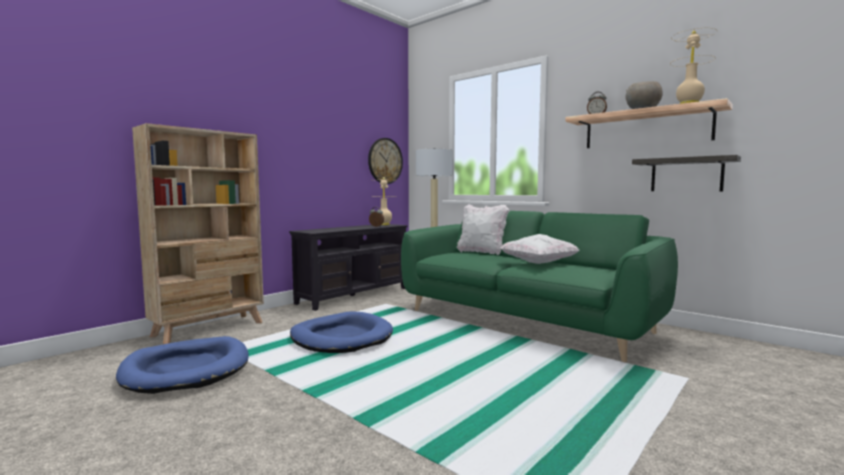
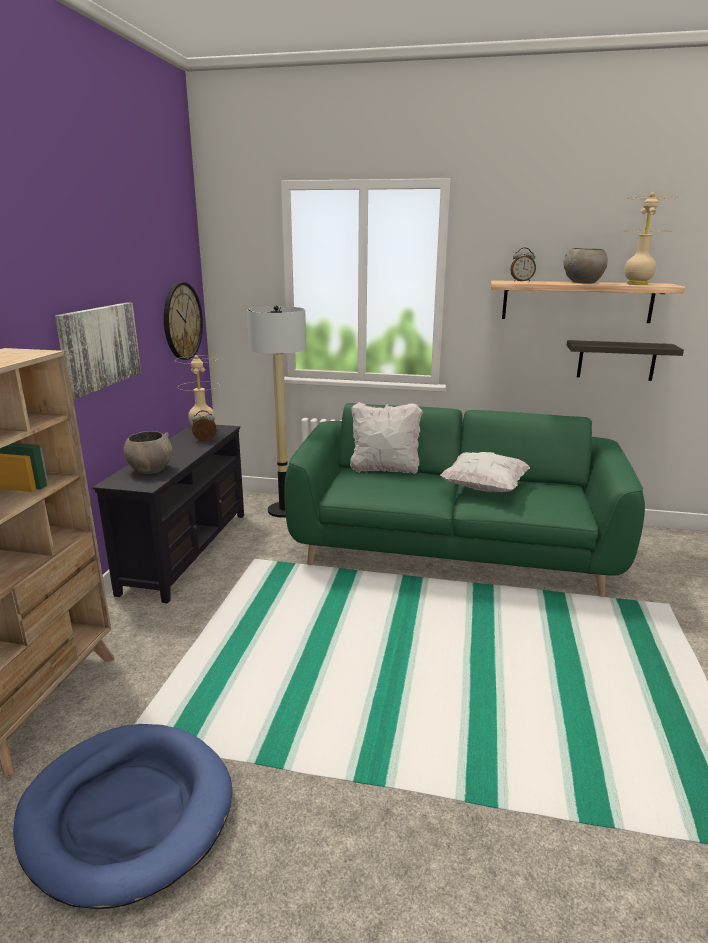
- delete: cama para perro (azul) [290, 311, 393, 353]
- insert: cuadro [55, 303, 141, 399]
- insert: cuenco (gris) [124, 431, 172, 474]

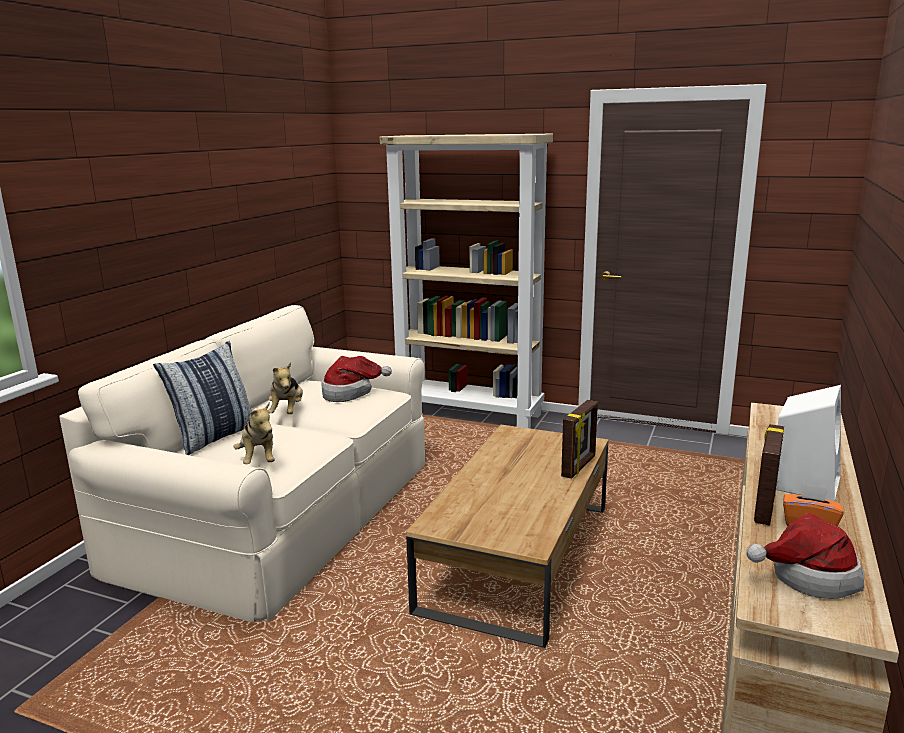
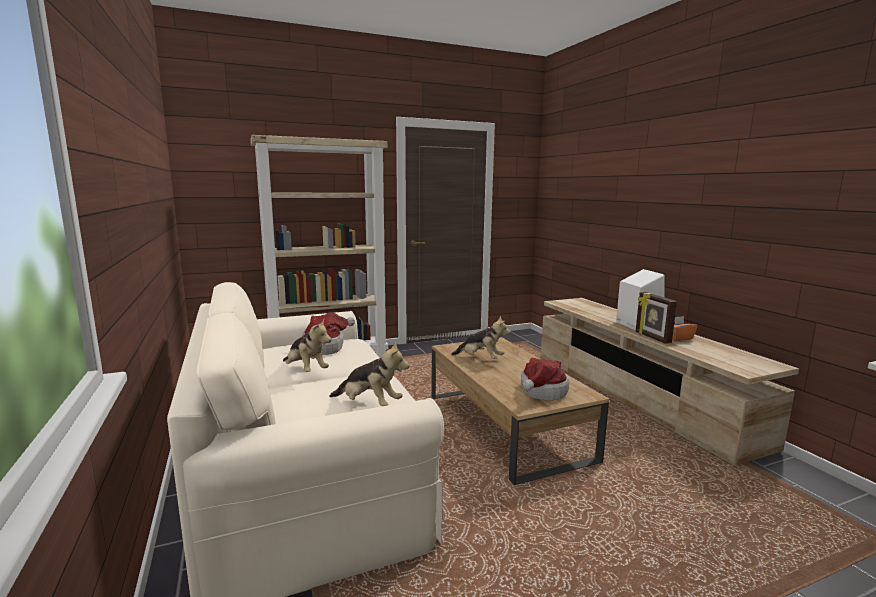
- delete: cojín [153, 341, 252, 455]
- delete: portarretratos [561, 400, 598, 479]
- move: sombrero [746, 513, 865, 599] to [521, 357, 569, 400]
- insert: peluche [451, 316, 510, 359]

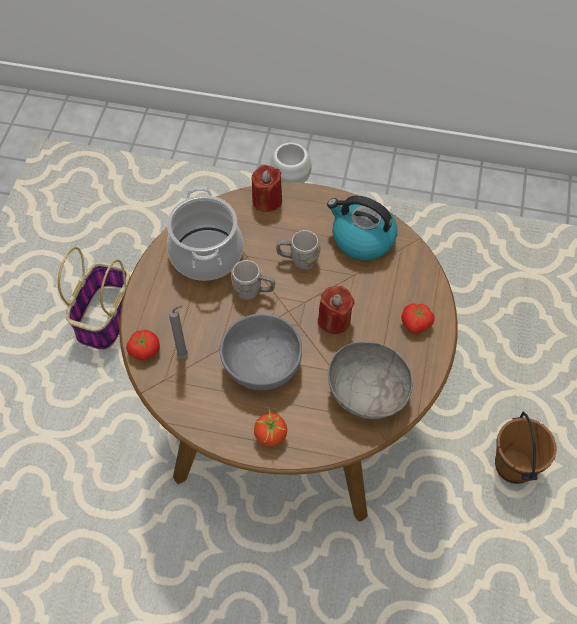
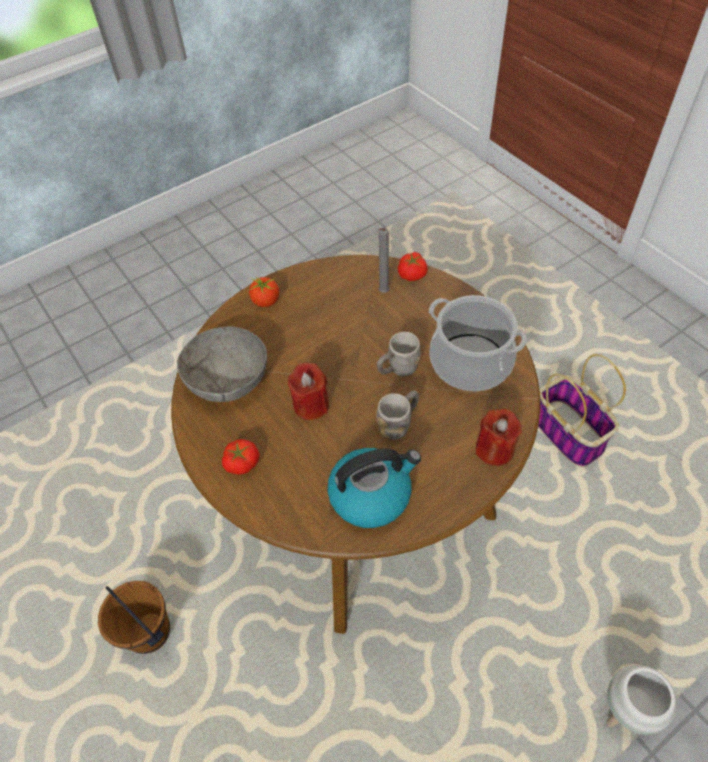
- delete: cuenco (gris) [220, 314, 302, 390]

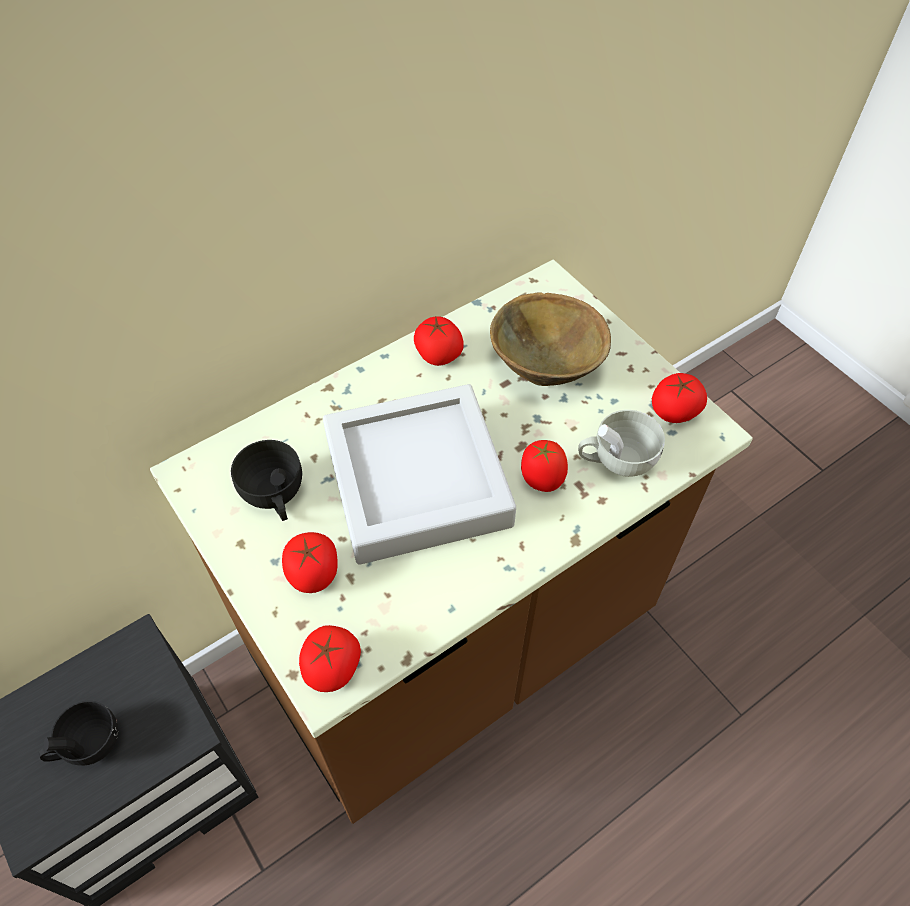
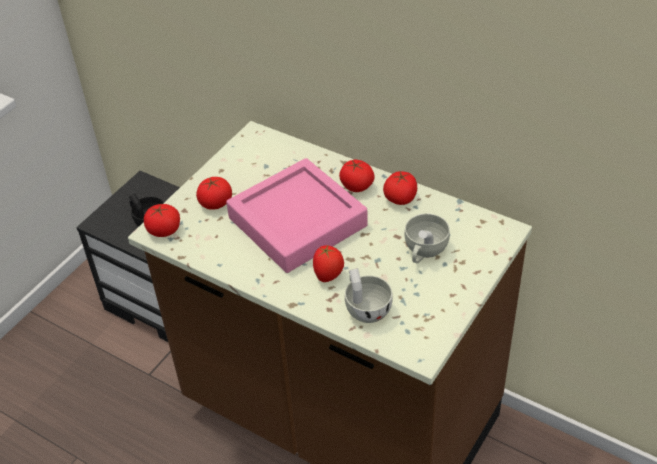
- delete: taza (negro) [231, 440, 302, 521]
- recolor: bandeja (gris) [323, 384, 516, 565] to bandeja (rosa) [226, 158, 368, 273]
- replace: cuenco (marrón) [490, 292, 611, 386] to taza (blanco) [405, 214, 450, 263]
- move: tomate [652, 373, 707, 423] to [339, 160, 374, 192]

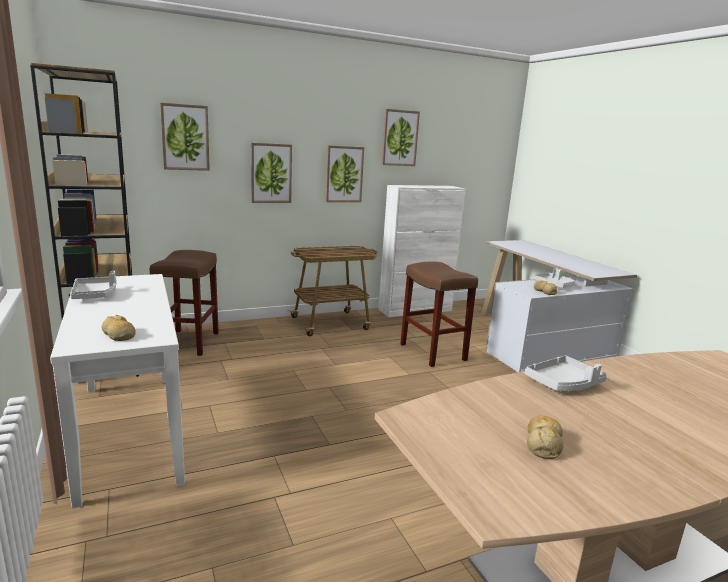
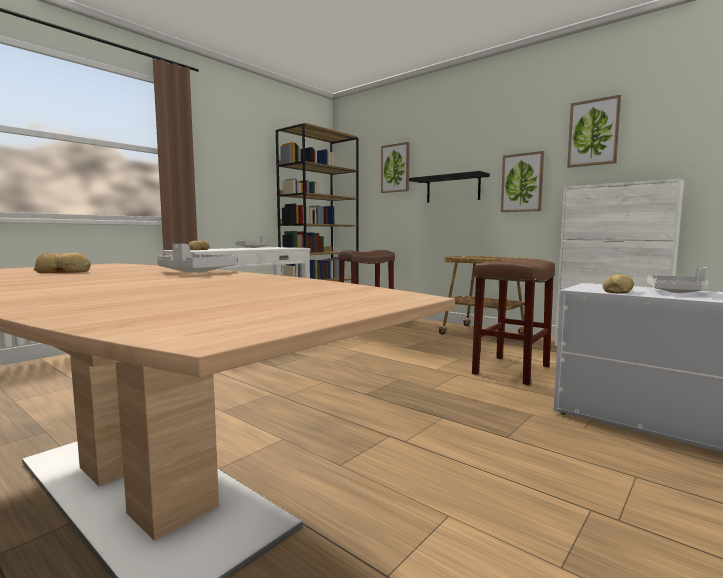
- replace: cuadro [251, 143, 292, 203] to estante (negro) [409, 171, 490, 203]

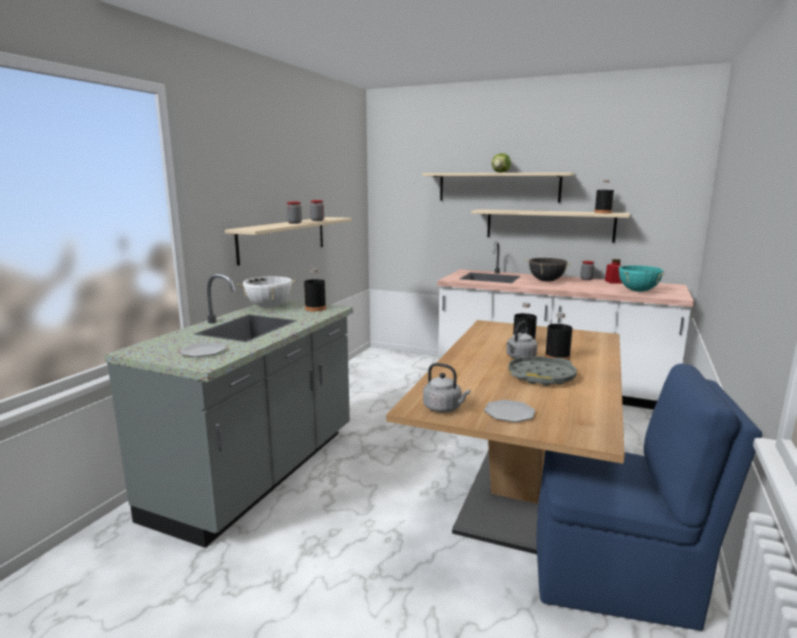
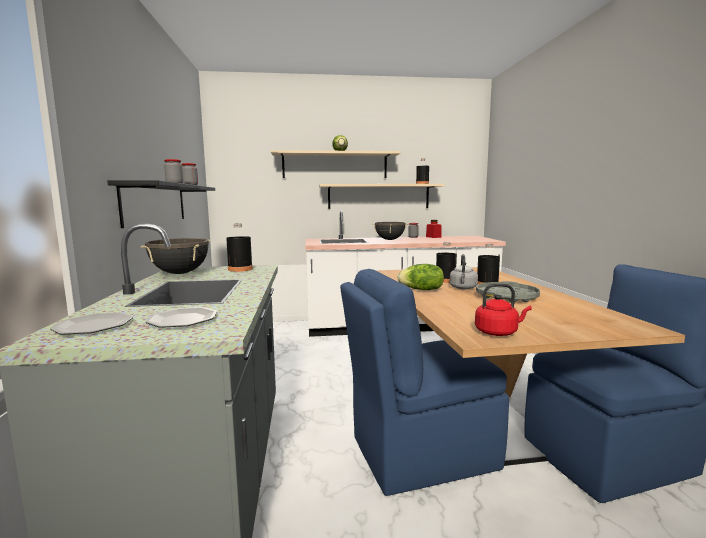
- recolor: estante (beis) [225, 217, 352, 266] to estante (negro) [107, 180, 215, 228]
- recolor: olla (blanco) [237, 276, 298, 308] to olla (negro) [140, 238, 210, 274]
- recolor: hervidor (gris) [423, 363, 471, 412] to hervidor (rojo) [475, 283, 532, 336]
- move: plato [484, 400, 535, 422] to [50, 312, 133, 335]
- delete: olla (turquesa) [618, 265, 665, 292]
- insert: silla (azul) [340, 269, 509, 496]
- insert: lechuga [397, 264, 444, 290]

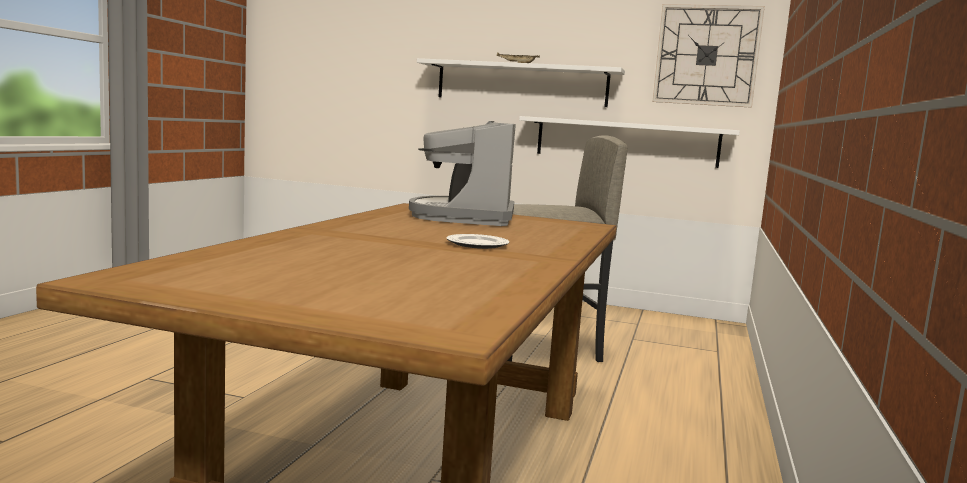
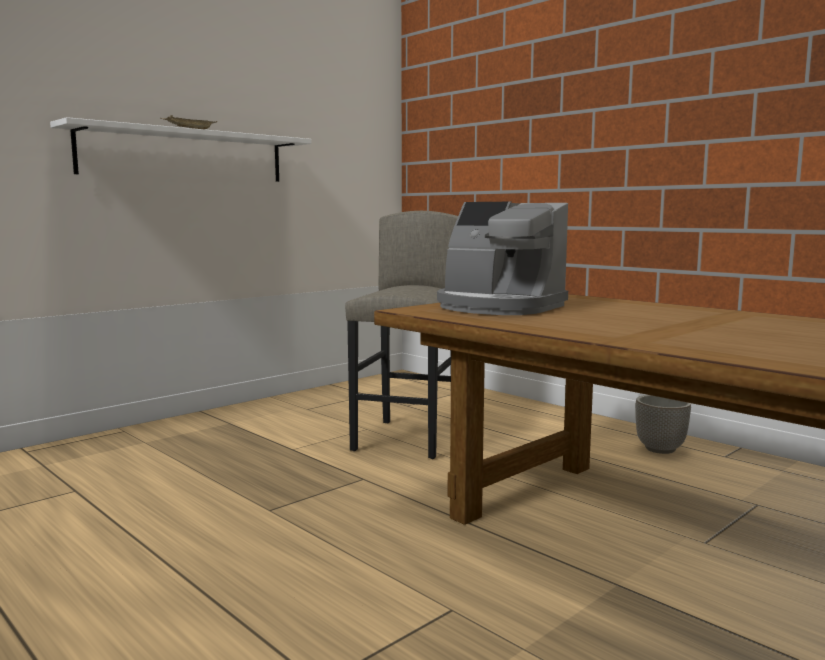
- delete: plato [446, 234, 510, 249]
- delete: estante (blanco) [519, 116, 740, 168]
- delete: reloj de pared [652, 4, 765, 108]
- insert: maceta [636, 395, 691, 454]

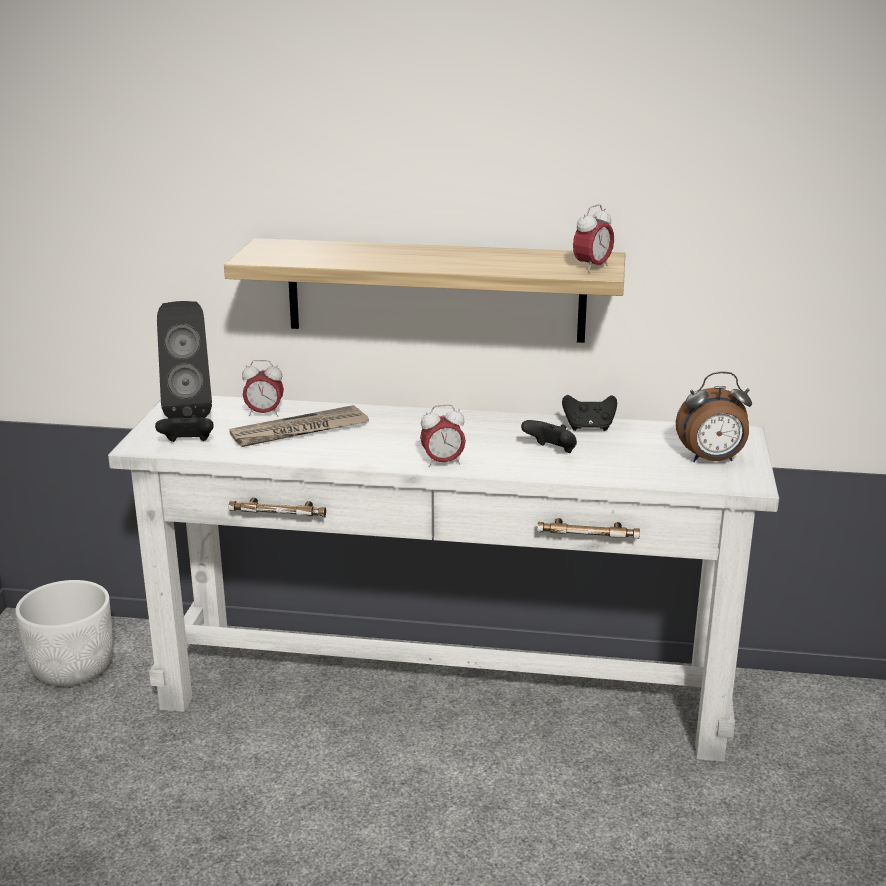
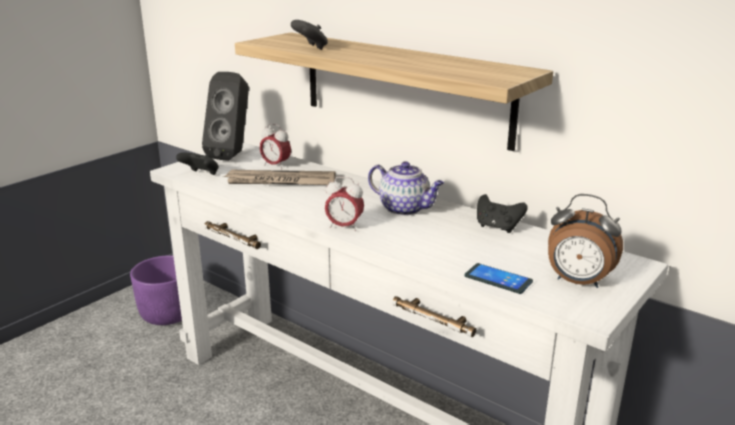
- recolor: maceta (blanco) [16, 580, 113, 686] to maceta (morado) [130, 255, 182, 325]
- move: mando de consola (negro) [521, 420, 577, 453] to [291, 20, 328, 50]
- delete: despertador [573, 204, 614, 272]
- insert: tetera [368, 161, 444, 216]
- insert: móvil [464, 263, 533, 294]

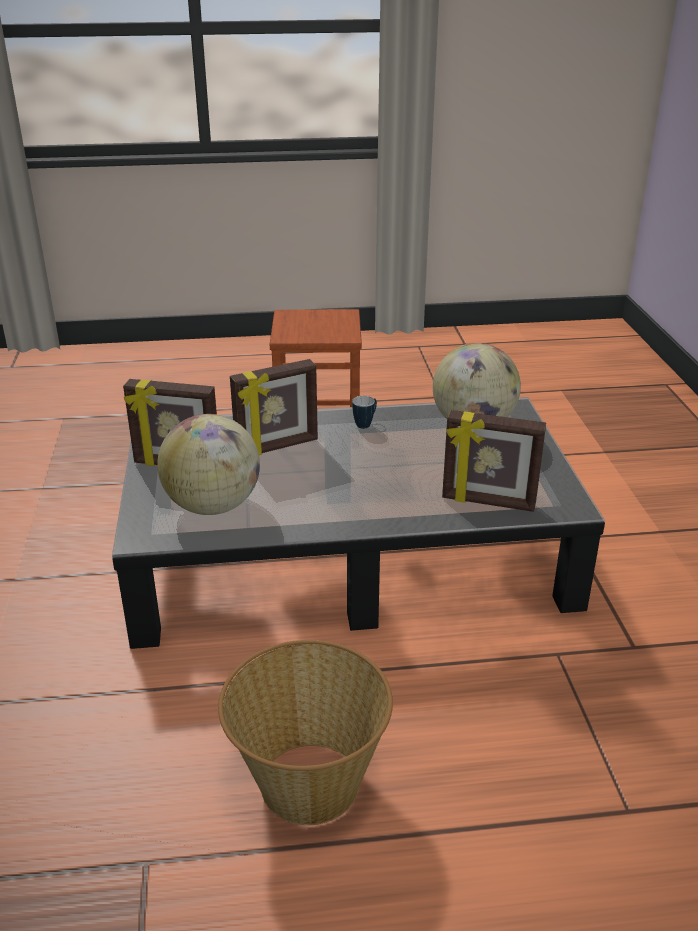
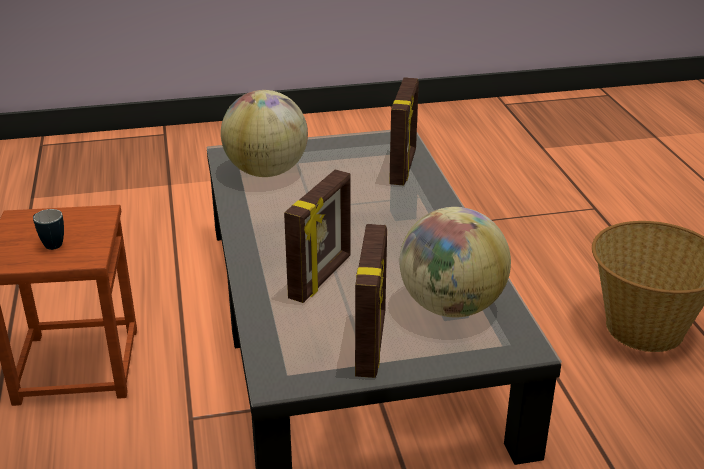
- rotate: portarretratos [230, 359, 318, 455] = [284, 170, 351, 303] 60 degrees clockwise
- move: taza grande [352, 396, 377, 429] to [33, 209, 64, 250]

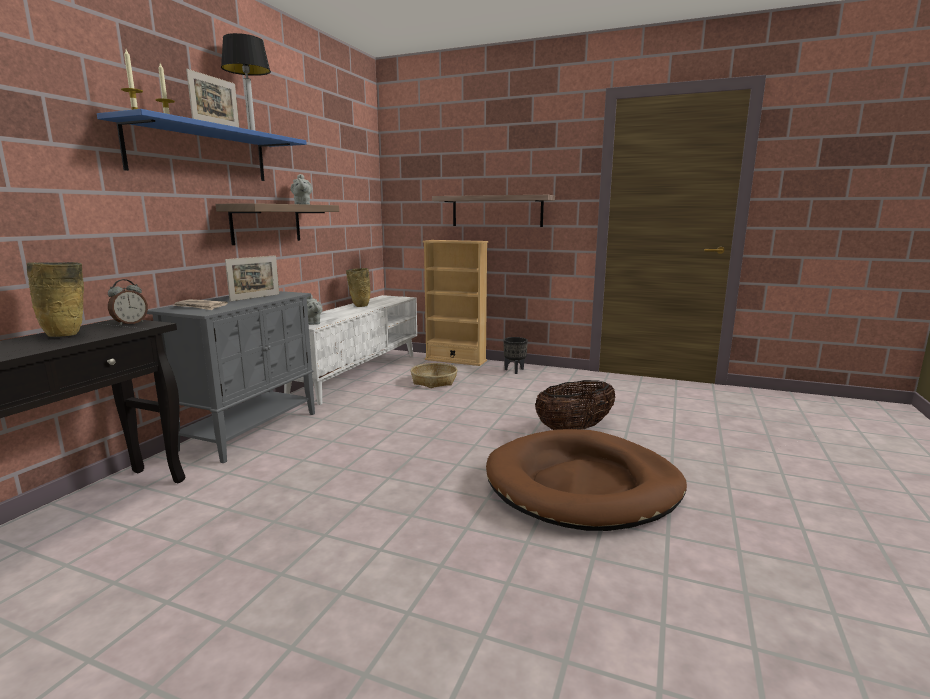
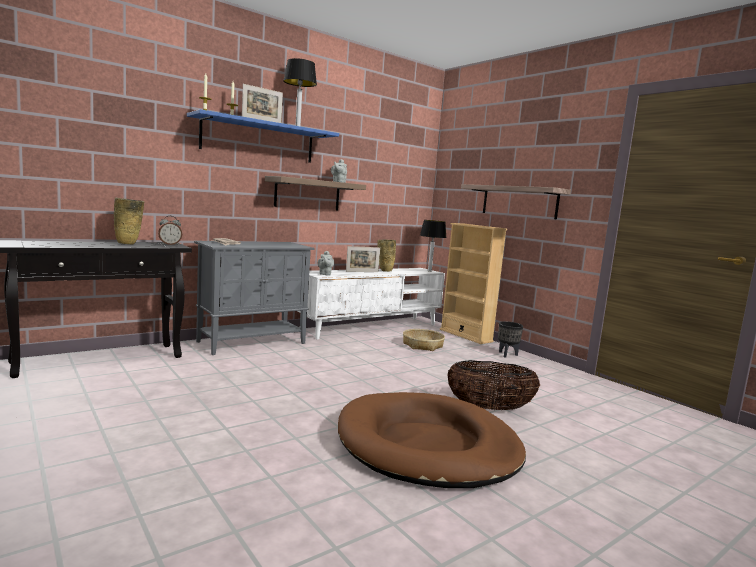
- move: portarretratos [225, 255, 279, 301] to [346, 246, 380, 272]
- insert: lámpara de mesa [420, 220, 447, 272]

